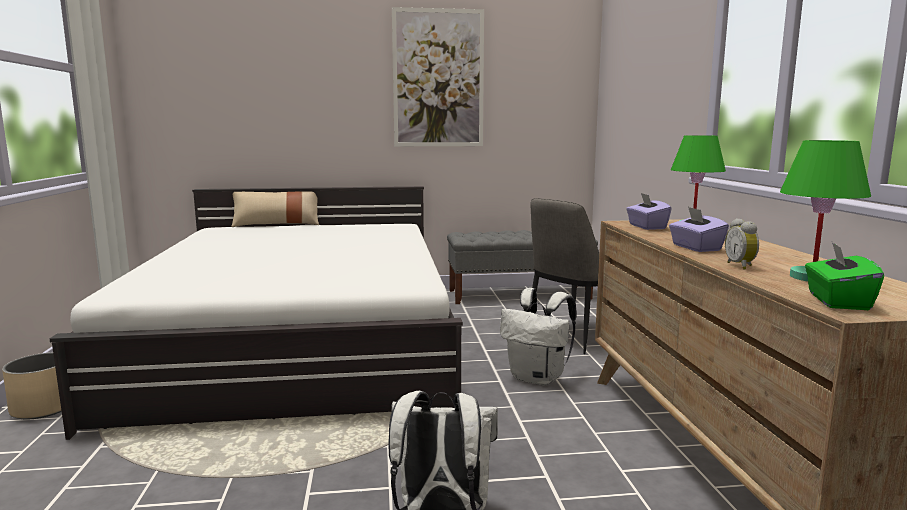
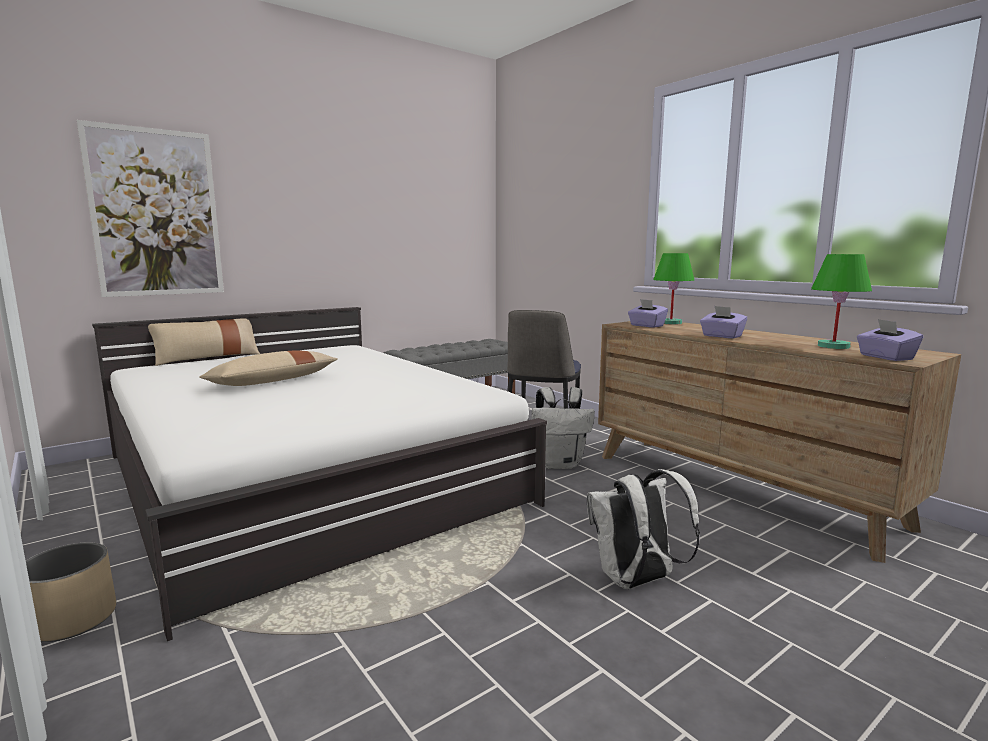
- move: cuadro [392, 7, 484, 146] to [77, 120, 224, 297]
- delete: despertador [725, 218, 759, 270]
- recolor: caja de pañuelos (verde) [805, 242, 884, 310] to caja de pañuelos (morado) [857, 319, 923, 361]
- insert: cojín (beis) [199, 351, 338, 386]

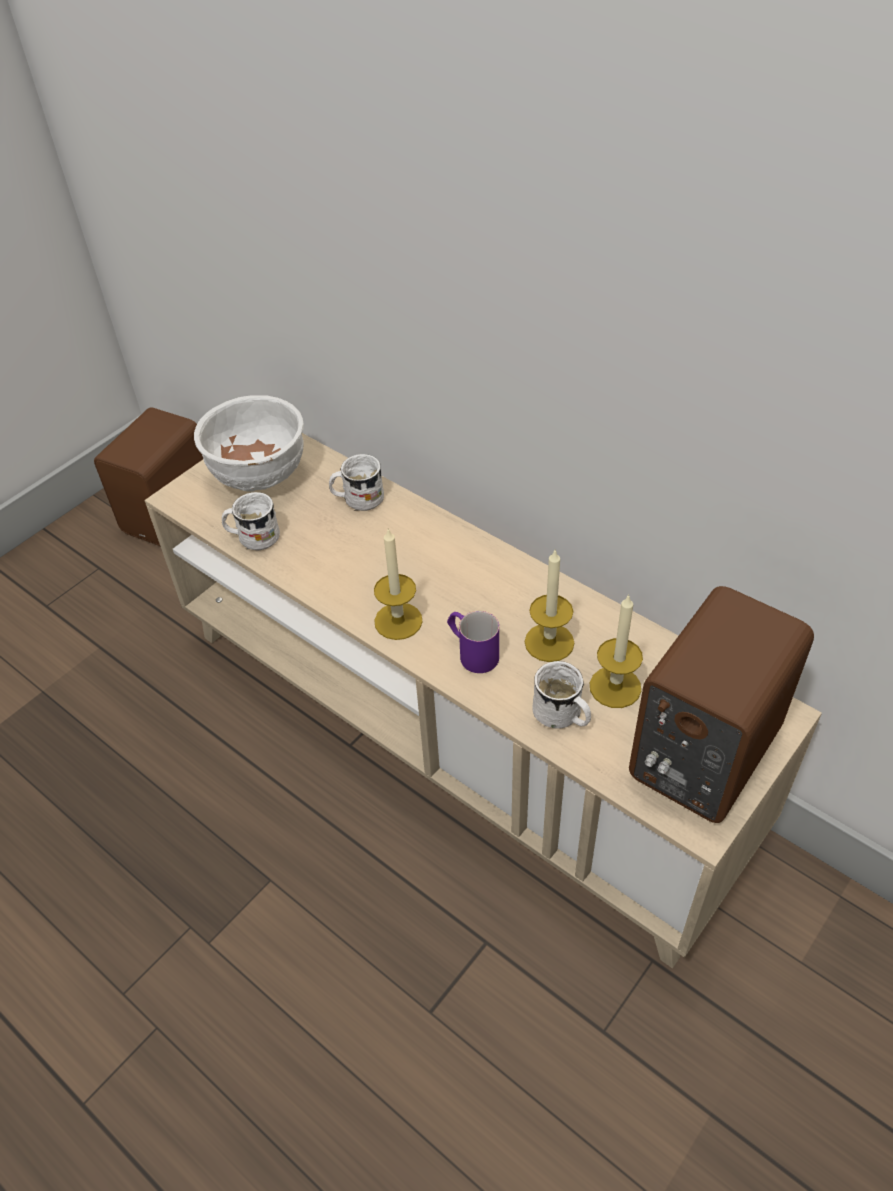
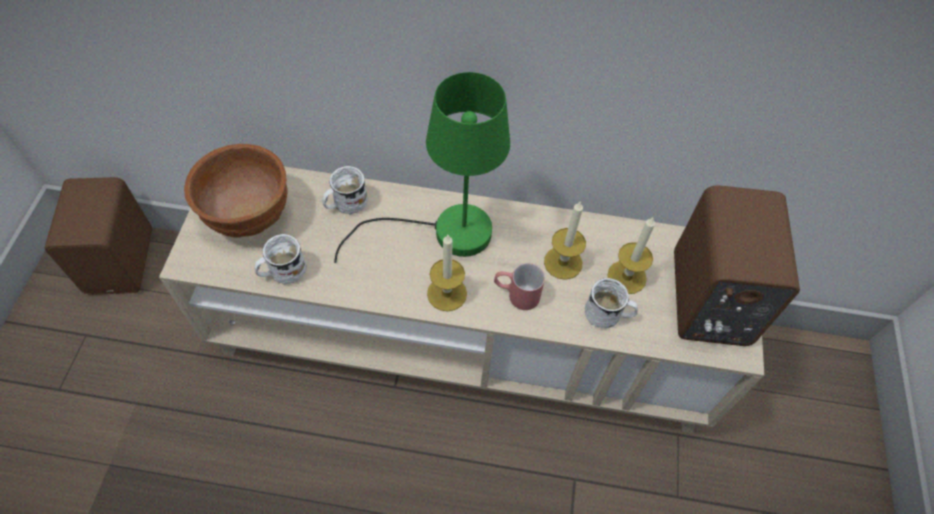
- recolor: cuenco (blanco) [194, 395, 304, 491] to cuenco (marrón) [184, 144, 288, 238]
- recolor: taza grande (morado) [447, 611, 499, 673] to taza grande (rojo) [494, 263, 545, 310]
- insert: lámpara de mesa (verde) [334, 72, 510, 263]

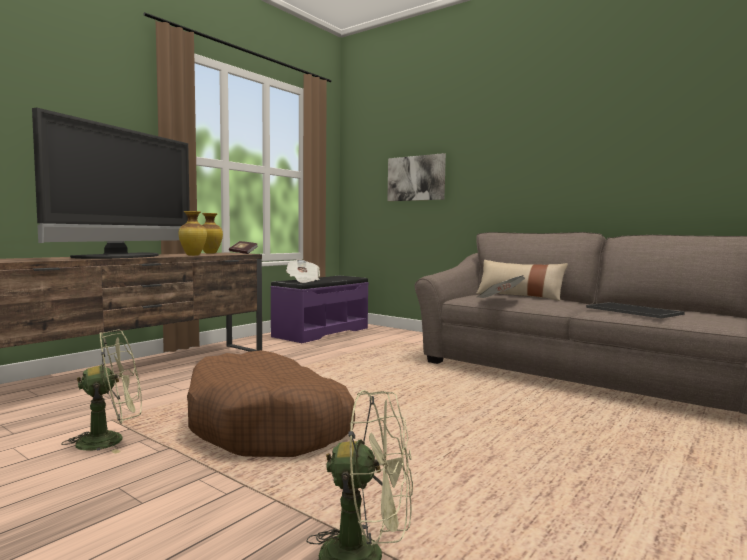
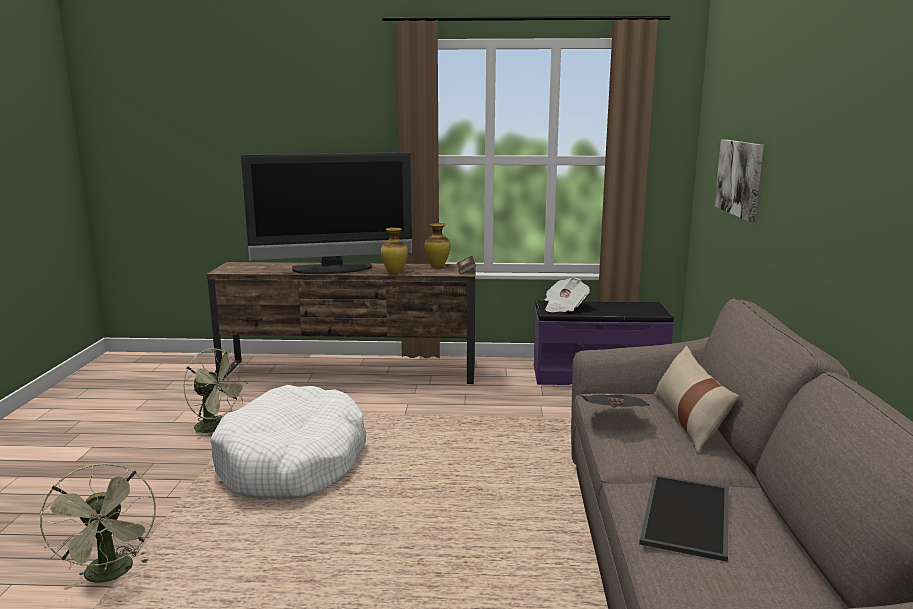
- recolor: cama para perro (marrón) [187, 350, 355, 457] to cama para perro (blanco) [210, 385, 366, 500]

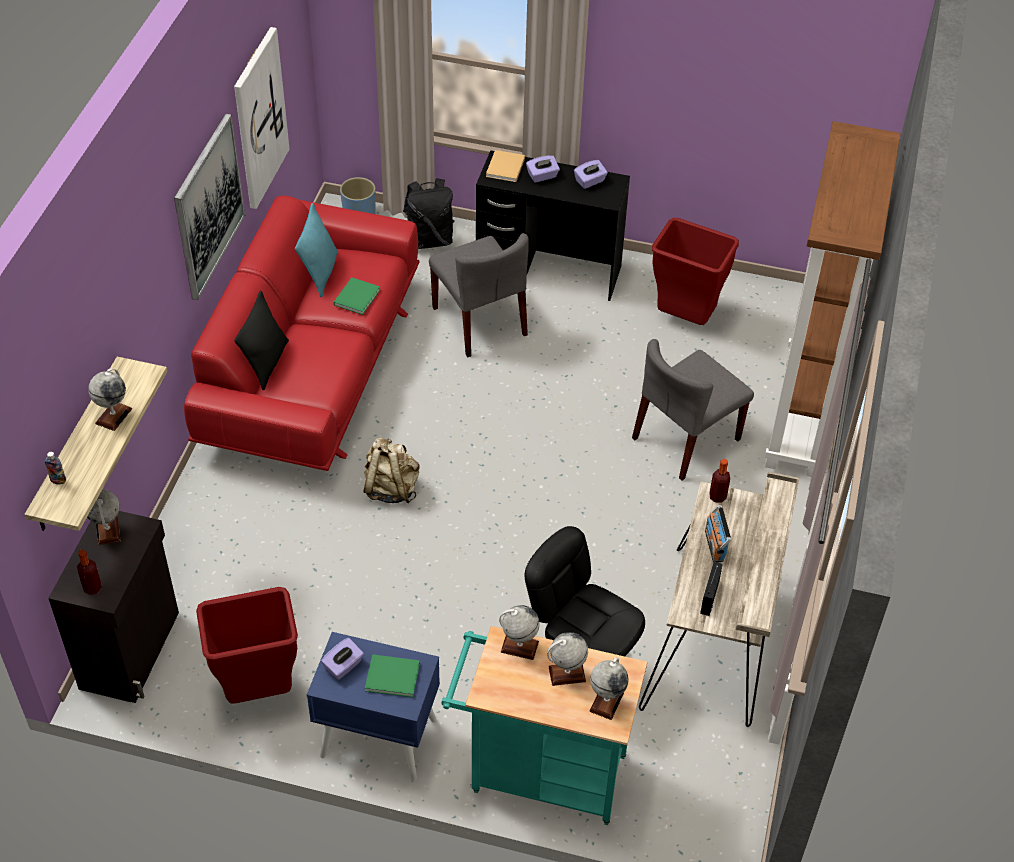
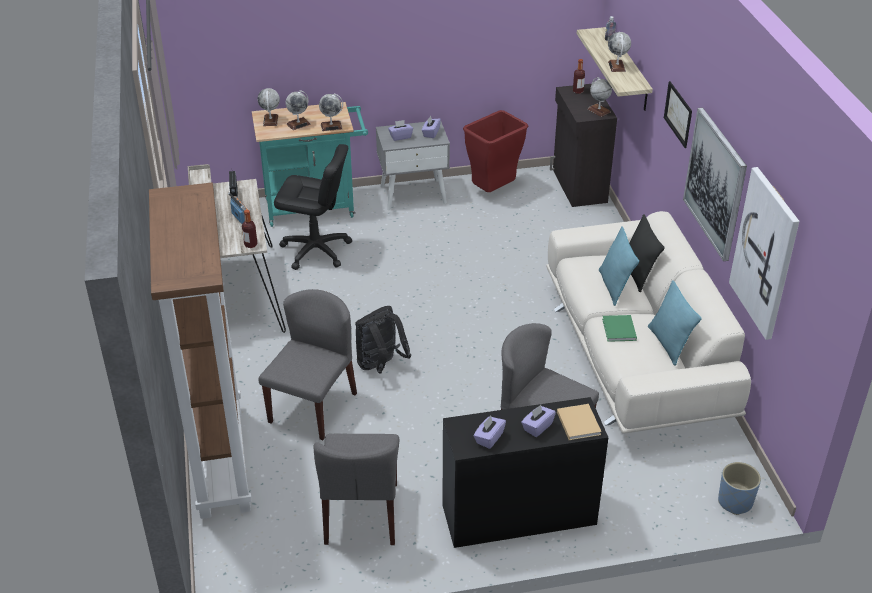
- recolor: sofá (rojo) [184, 196, 420, 471] to sofá (beis) [546, 211, 751, 434]
- recolor: mesita de noche (azul) [307, 632, 440, 781] to mesita de noche (gris) [376, 122, 450, 210]
- delete: mochila (beis) [363, 438, 420, 503]
- replace: libro (verde) [365, 654, 420, 697] to caja de pañuelos (morado) [388, 120, 413, 141]
- move: mochila (negro) [403, 178, 455, 249] to [355, 306, 411, 373]
- replace: papelera (rojo) [652, 218, 739, 325] to silla (gris) [313, 434, 399, 545]
- insert: cojín (turquesa) [599, 226, 639, 306]
- insert: cuadro [664, 81, 692, 148]

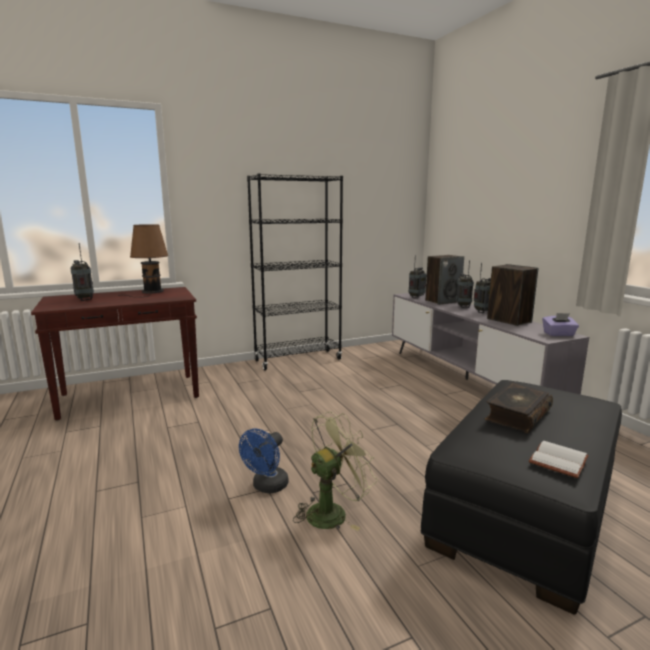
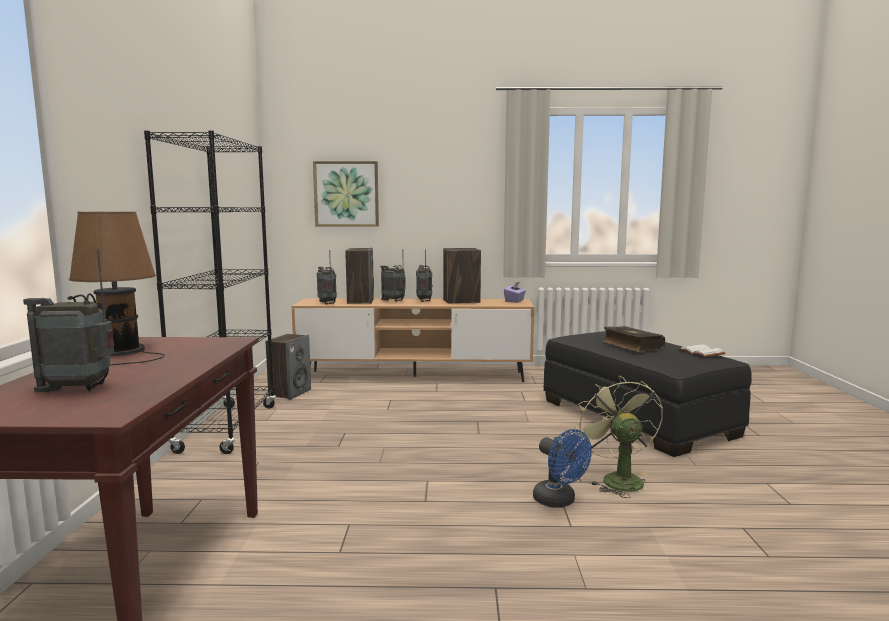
- recolor: mueble de televisión (gris) [392, 292, 589, 395] to mueble de televisión (marrón) [292, 298, 534, 382]
- insert: altavoz [266, 334, 311, 400]
- insert: cuadro [313, 161, 379, 227]

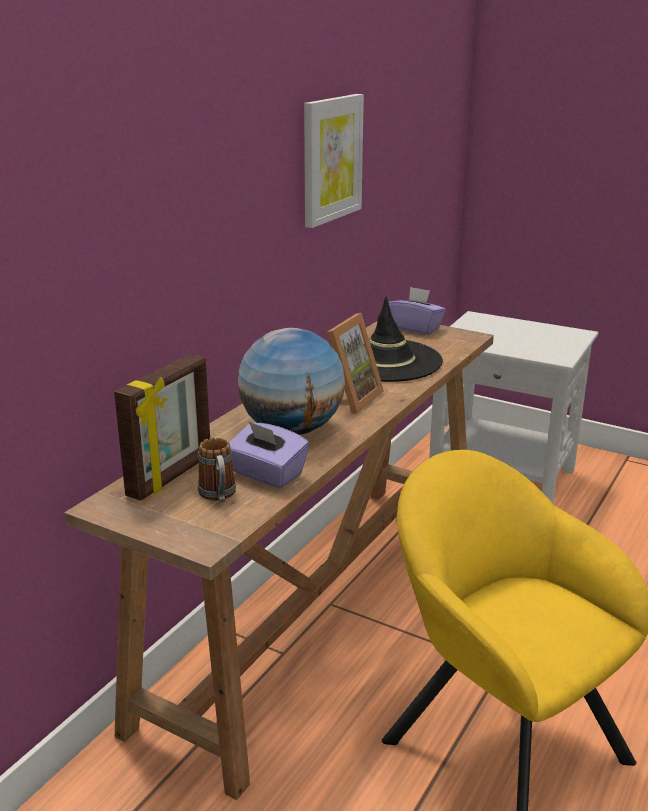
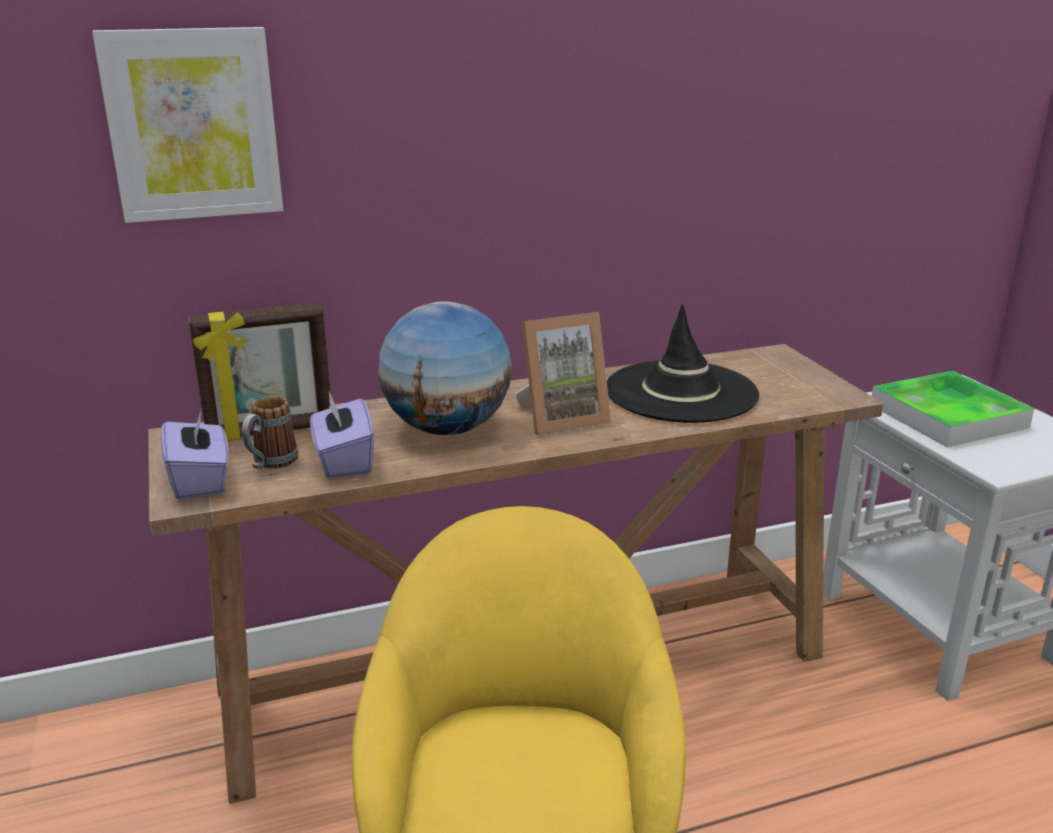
- move: cuadro [304, 94, 364, 228] to [92, 27, 283, 223]
- move: caja de pañuelos (morado) [388, 287, 446, 335] to [161, 407, 229, 500]
- insert: bandeja [872, 371, 1034, 447]

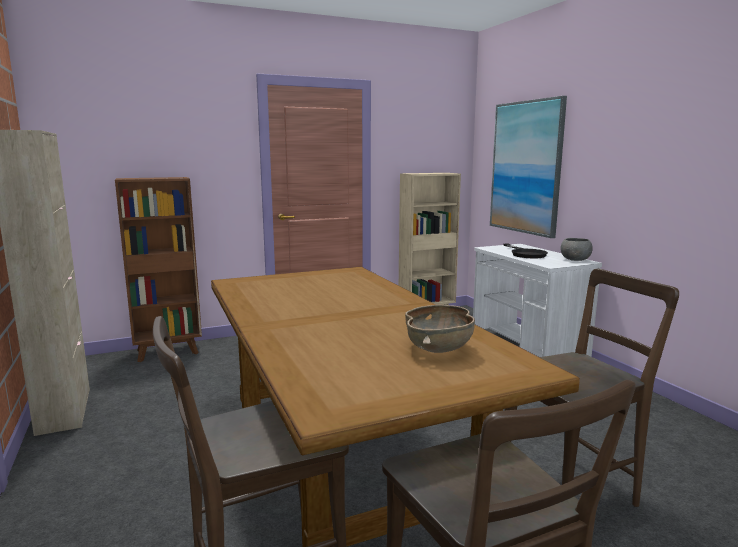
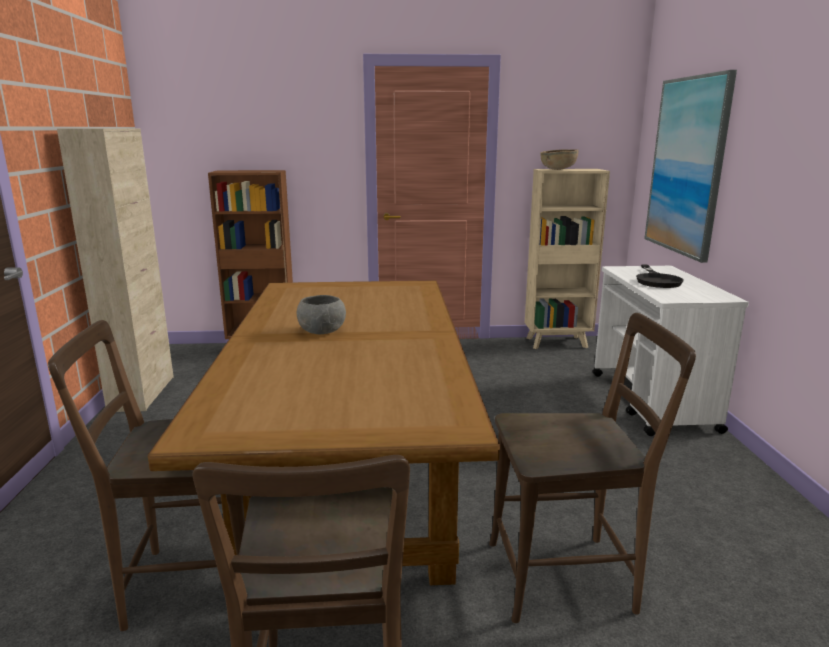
- move: cuenco (marrón) [405, 305, 475, 353] to [540, 149, 579, 170]
- move: cuenco (gris) [561, 238, 593, 261] to [297, 295, 346, 334]

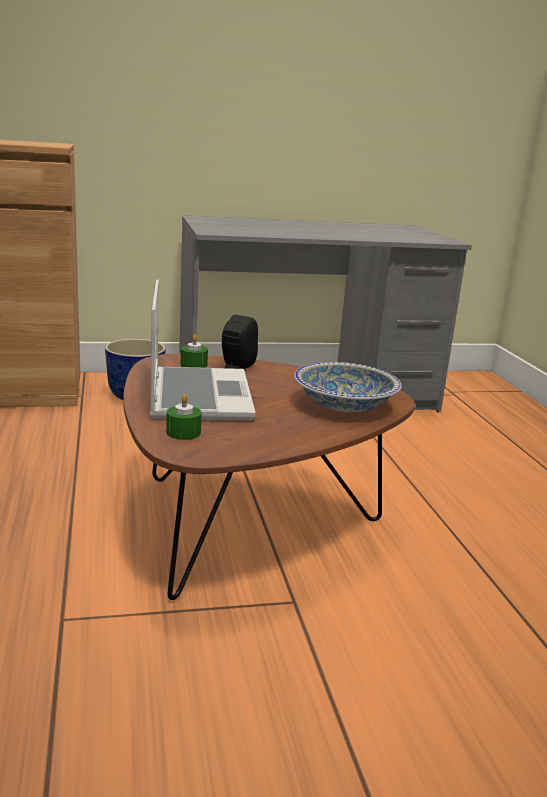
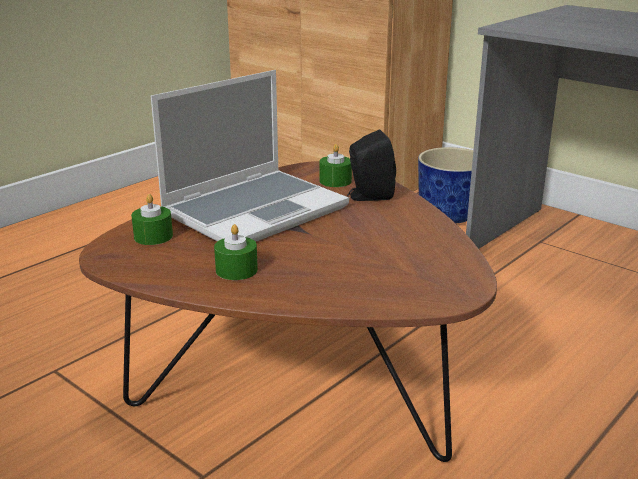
- delete: cuenco [294, 362, 402, 412]
- insert: vela (verde) [214, 224, 258, 280]

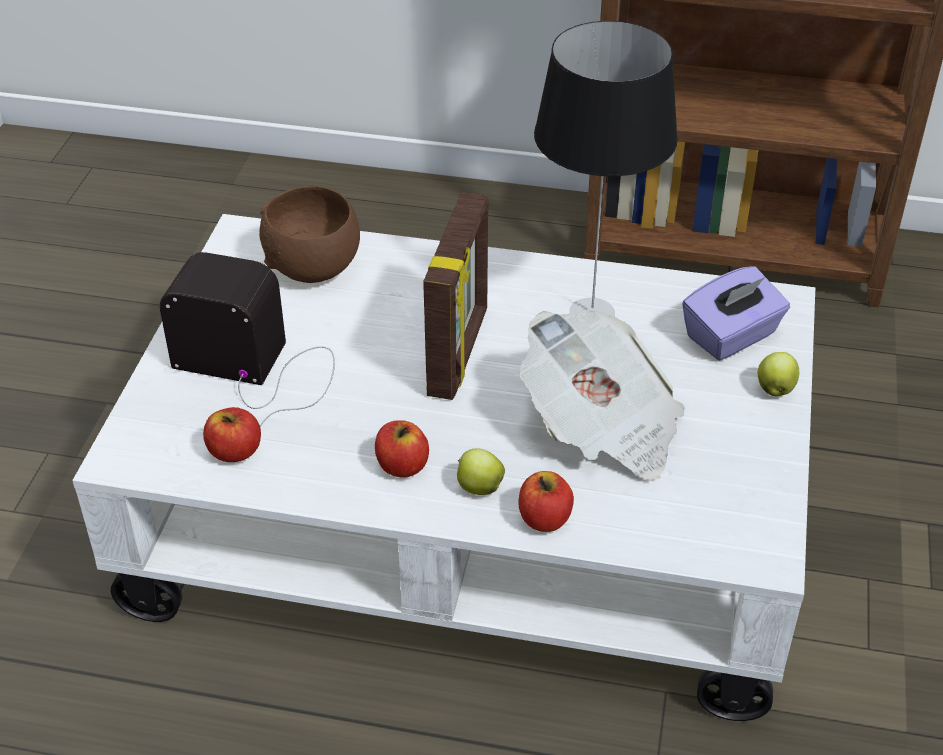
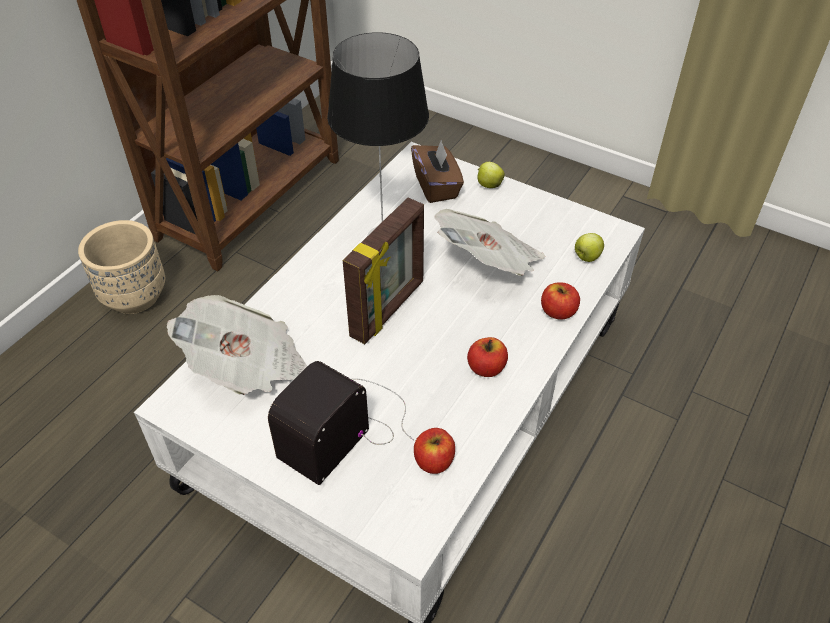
- replace: cuenco (marrón) [259, 186, 360, 283] to periódico [167, 295, 307, 395]
- rotate: portarretratos [423, 192, 488, 400] = [343, 198, 424, 344] 90 degrees clockwise
- move: manzana [457, 448, 505, 495] to [575, 233, 604, 262]
- recolor: caja de pañuelos (morado) [682, 266, 790, 360] to caja de pañuelos (marrón) [411, 140, 464, 203]
- insert: maceta (beis) [78, 220, 165, 314]

